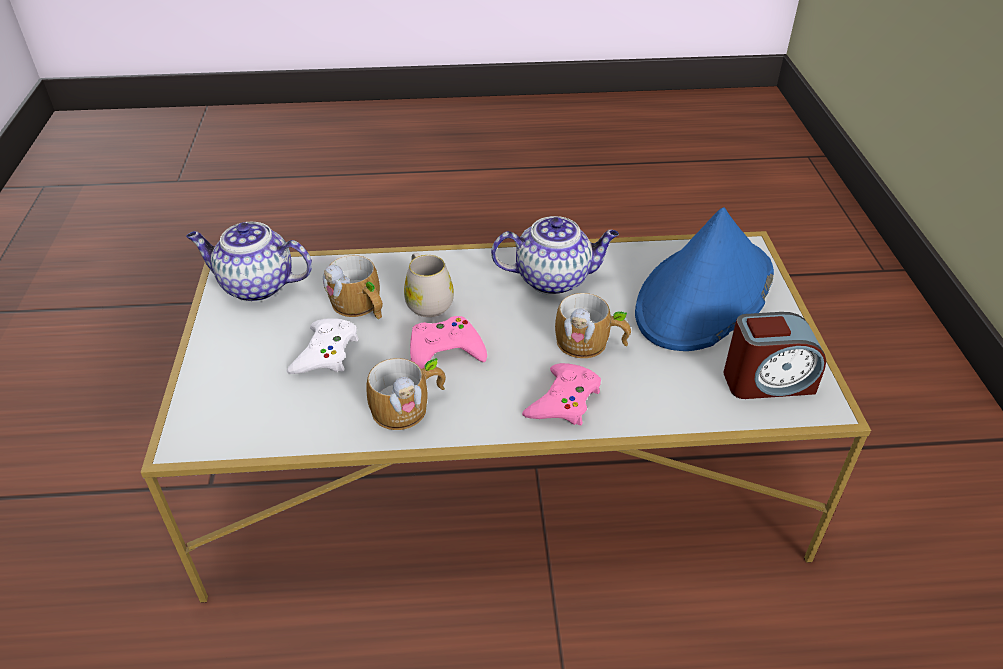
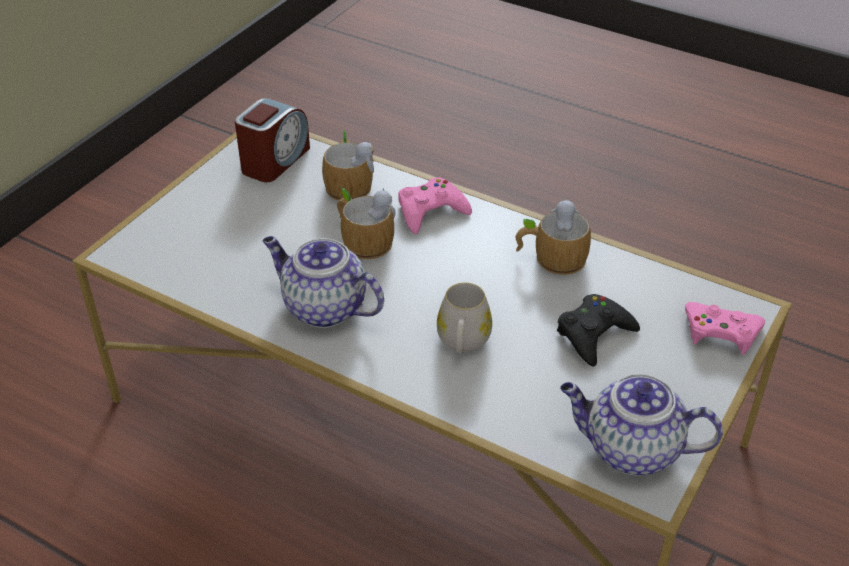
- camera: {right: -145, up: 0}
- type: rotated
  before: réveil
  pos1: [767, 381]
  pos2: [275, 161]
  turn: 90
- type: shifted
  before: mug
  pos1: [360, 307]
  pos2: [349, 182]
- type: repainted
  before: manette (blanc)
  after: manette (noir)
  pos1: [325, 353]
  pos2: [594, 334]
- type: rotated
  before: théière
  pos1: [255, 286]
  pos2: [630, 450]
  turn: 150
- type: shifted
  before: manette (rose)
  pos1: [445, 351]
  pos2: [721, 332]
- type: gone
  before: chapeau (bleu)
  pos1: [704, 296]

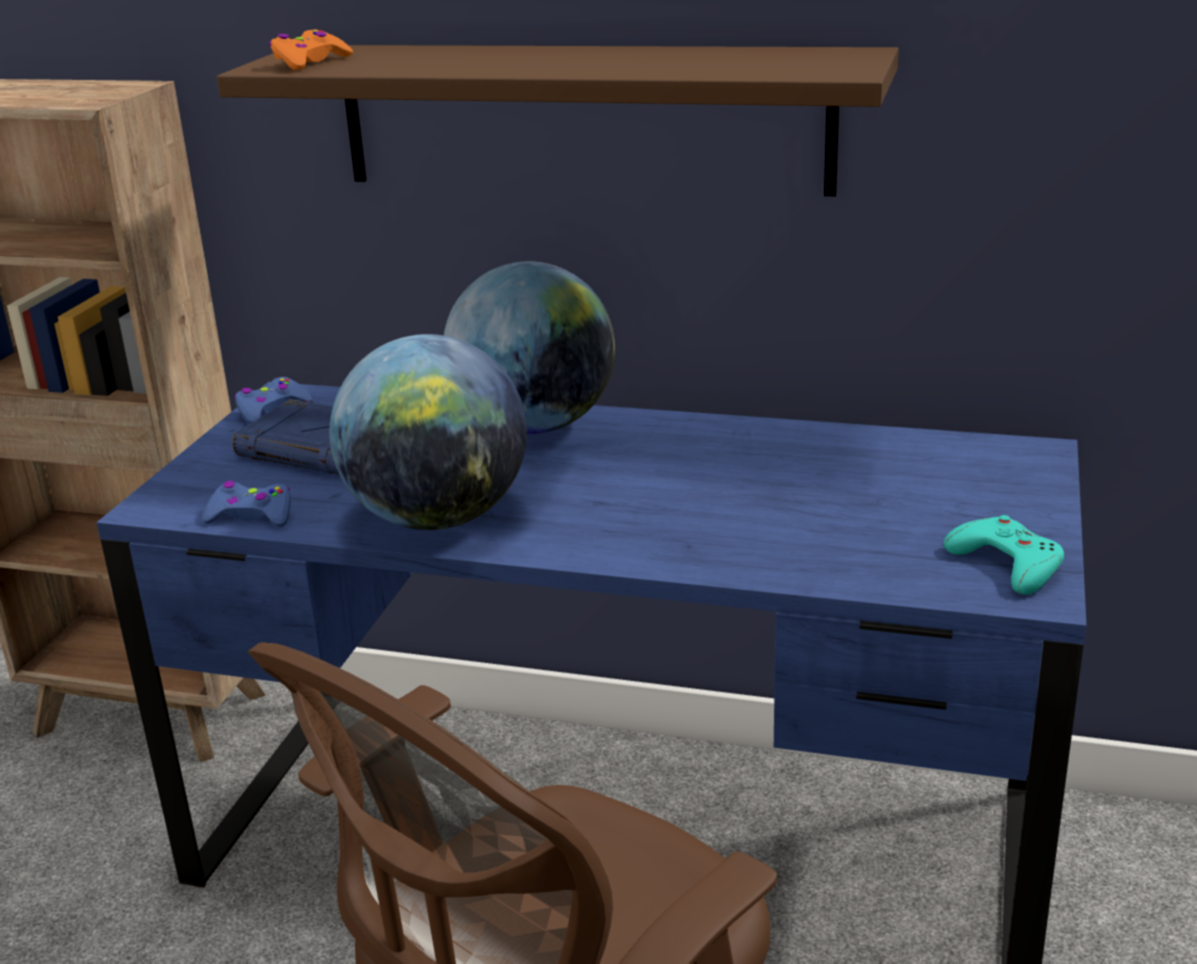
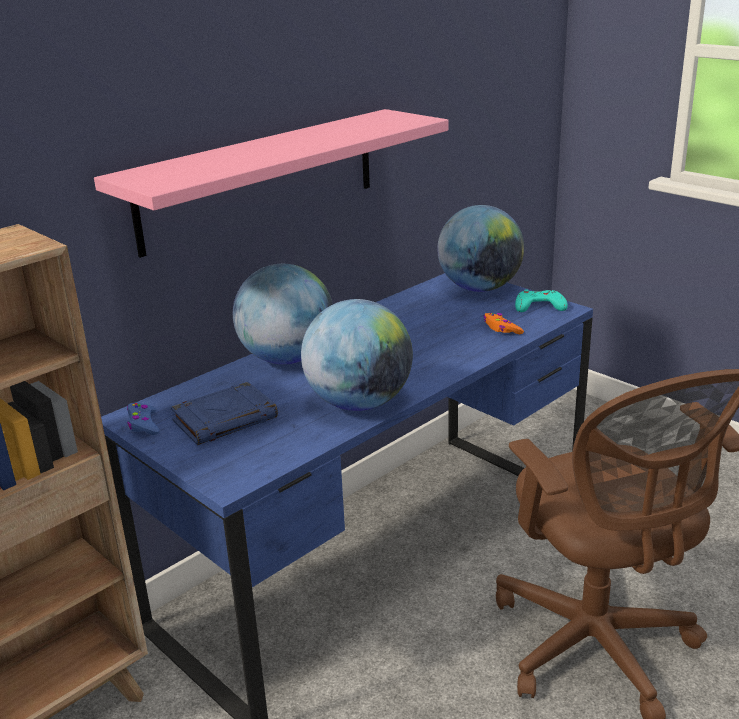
- camera: {right: -60, up: 0}
- type: repainted
  before: étagère (marron)
  after: étagère (rose)
  pos1: [582, 118]
  pos2: [261, 179]
- type: new
  after: globe
  pos2: [479, 288]
- type: shifted
  before: manette (orange)
  pos1: [310, 62]
  pos2: [501, 329]
- type: gone
  before: manette (bleu)
  pos1: [251, 516]

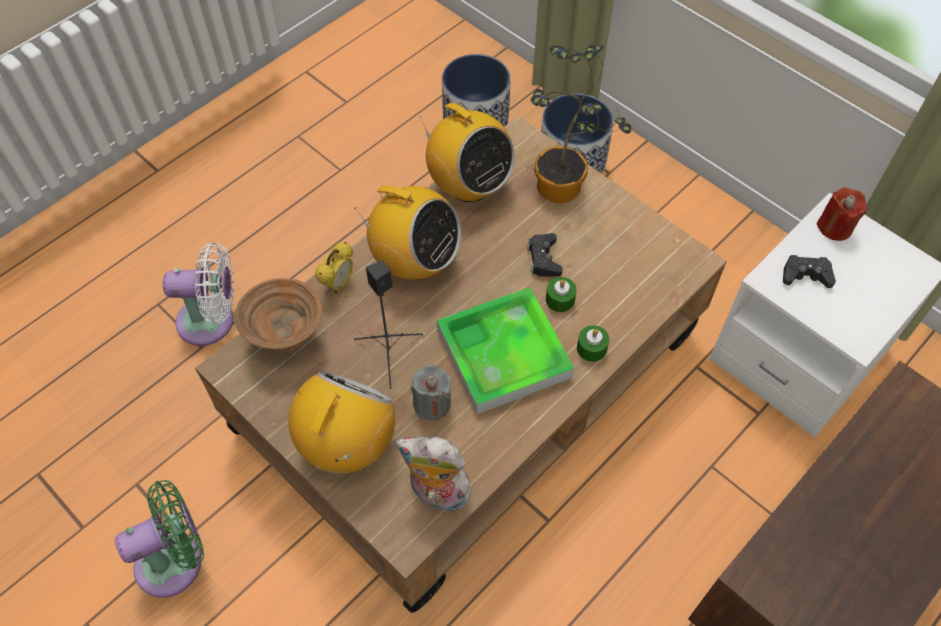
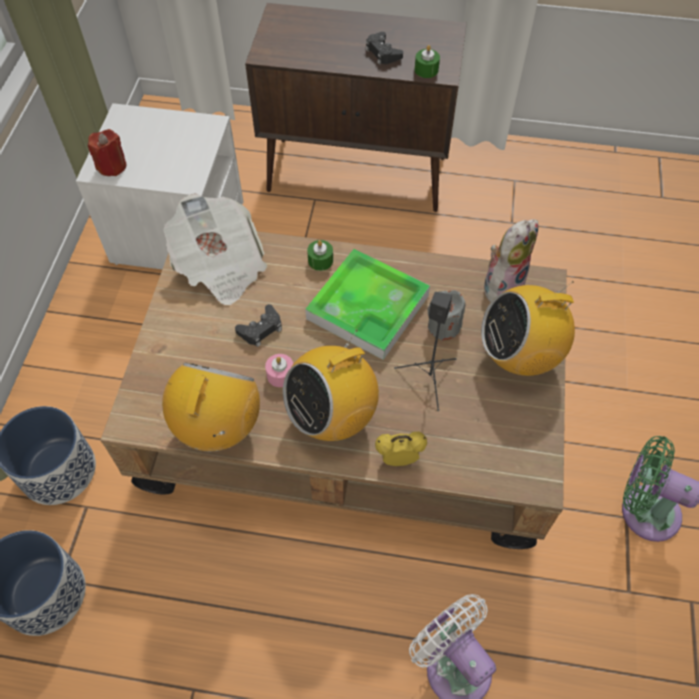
- camera: {right: -125, up: 0}
- type: new
  after: journal
  pos2: [220, 266]
- type: new
  after: bougie (rose)
  pos2: [280, 375]
- type: rotated
  before: radio
  pos1: [415, 262]
  pos2: [332, 416]
  turn: -120
- type: shifted
  before: manette (noir)
  pos1: [805, 275]
  pos2: [382, 53]
- type: shifted
  before: bougie (vert)
  pos1: [560, 299]
  pos2: [426, 70]
- type: rotated
  before: peluche
  pos1: [437, 494]
  pos2: [502, 285]
  turn: -120
- type: gone
  before: bol (marron)
  pos1: [285, 339]
- type: gone
  before: plante en pot
  pos1: [565, 189]

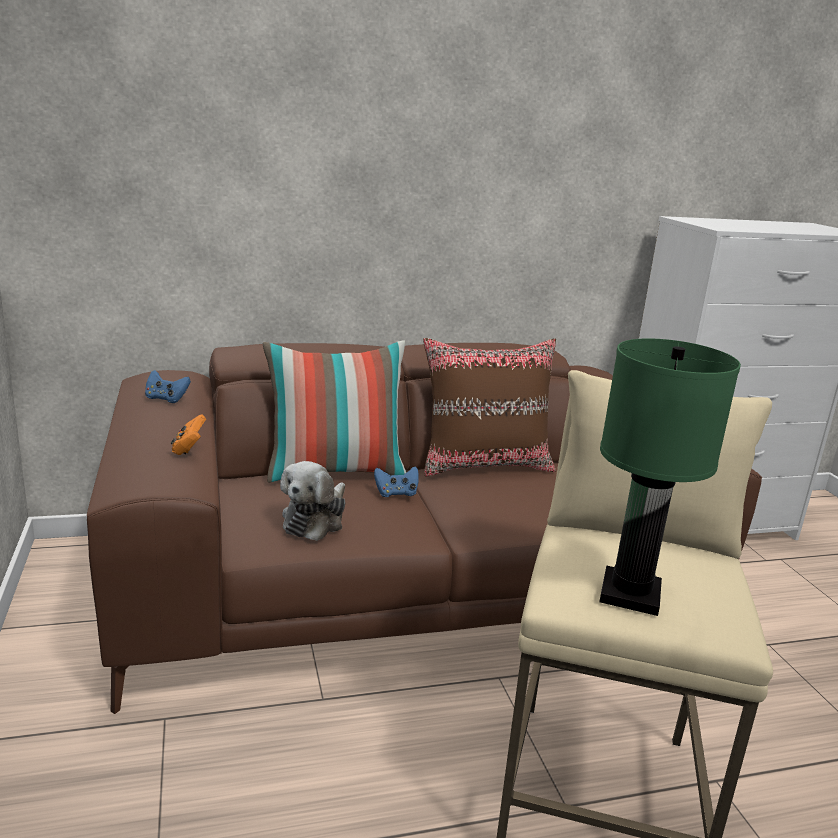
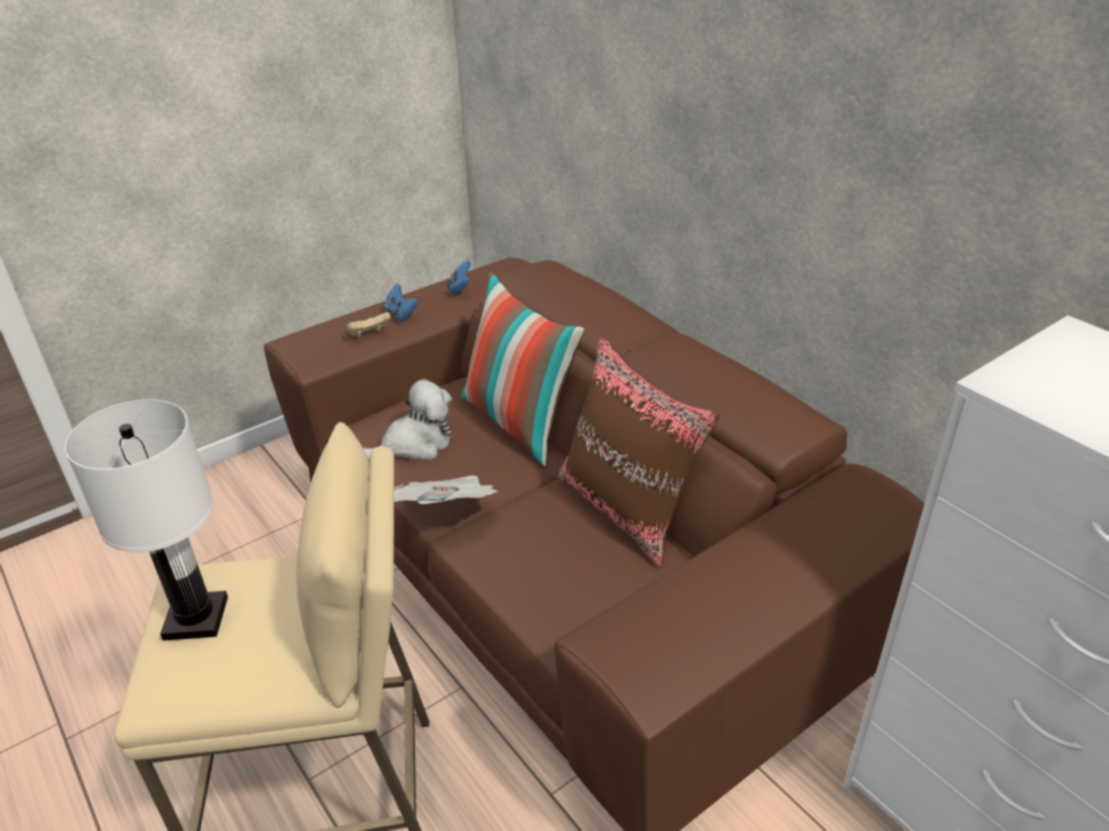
- camera: {right: 70, up: 15}
- type: repainted
  before: lampe de table (vert)
  after: lampe de table (blanc)
  pos1: [631, 595]
  pos2: [195, 619]
- type: repainted
  before: manette (orange)
  after: manette (beige)
  pos1: [189, 449]
  pos2: [369, 334]
- type: rotated
  before: peluche
  pos1: [315, 520]
  pos2: [415, 444]
  turn: 150
- type: shifted
  before: manette (bleu)
  pos1: [396, 493]
  pos2: [401, 314]
- type: new
  after: journal
  pos2: [447, 512]

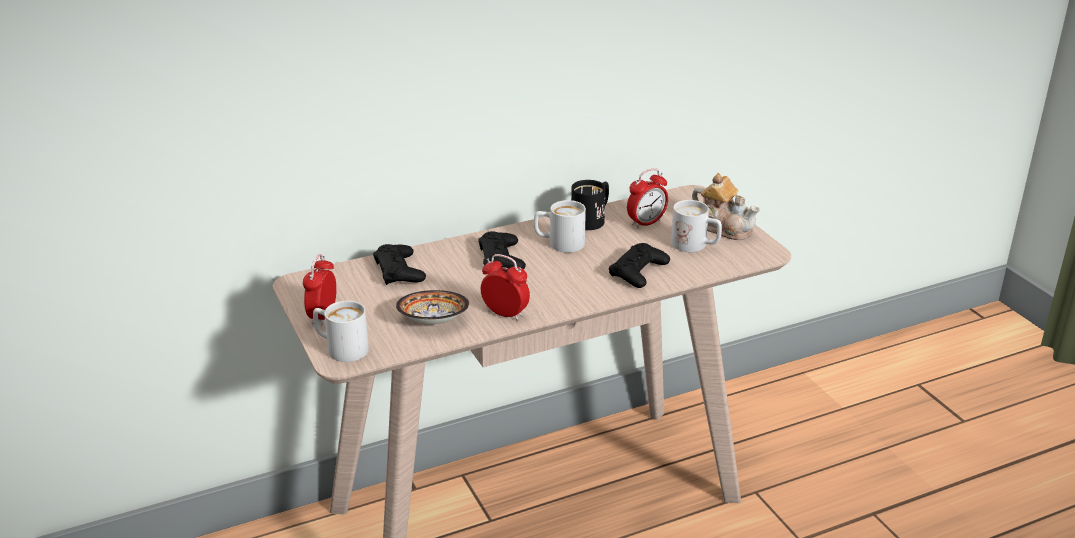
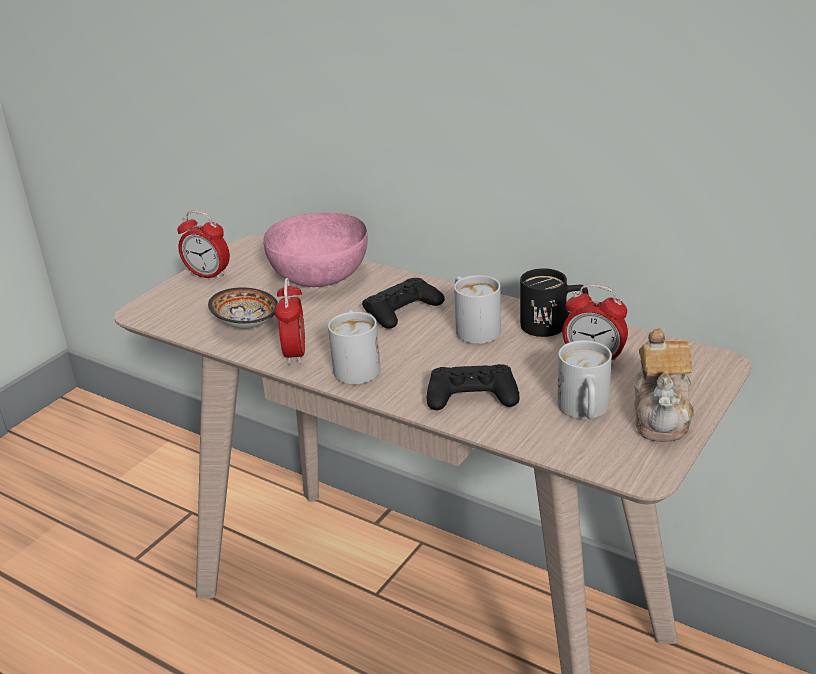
- camera: {right: 60, up: 0}
- type: rotated
  before: réveil
  pos1: [323, 316]
  pos2: [208, 275]
  turn: -135
- type: swapped
  before: manette (noir)
  after: bol (rose)
  pos1: [399, 271]
  pos2: [320, 275]
- type: shifted
  before: mug (blanc)
  pos1: [340, 348]
  pos2: [356, 365]

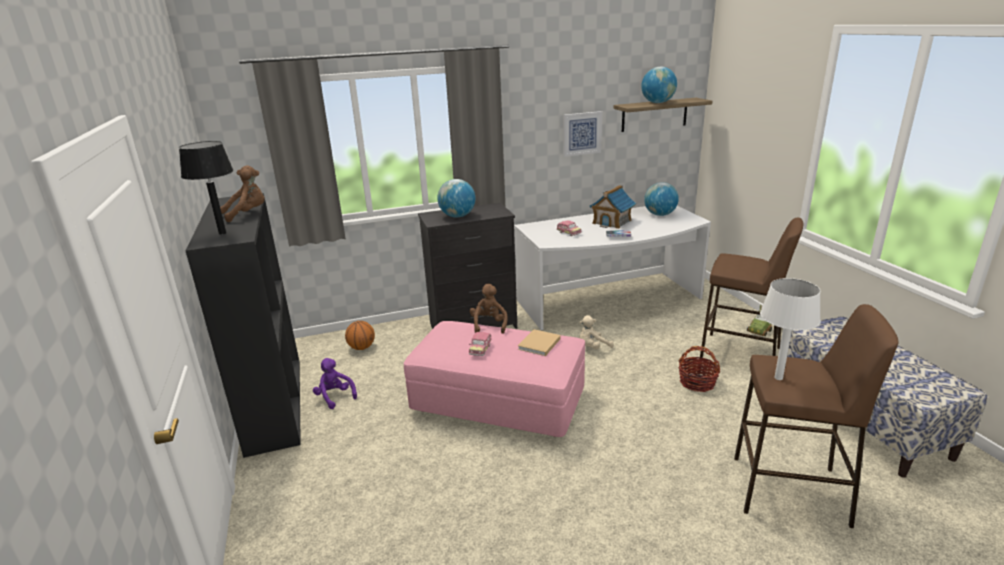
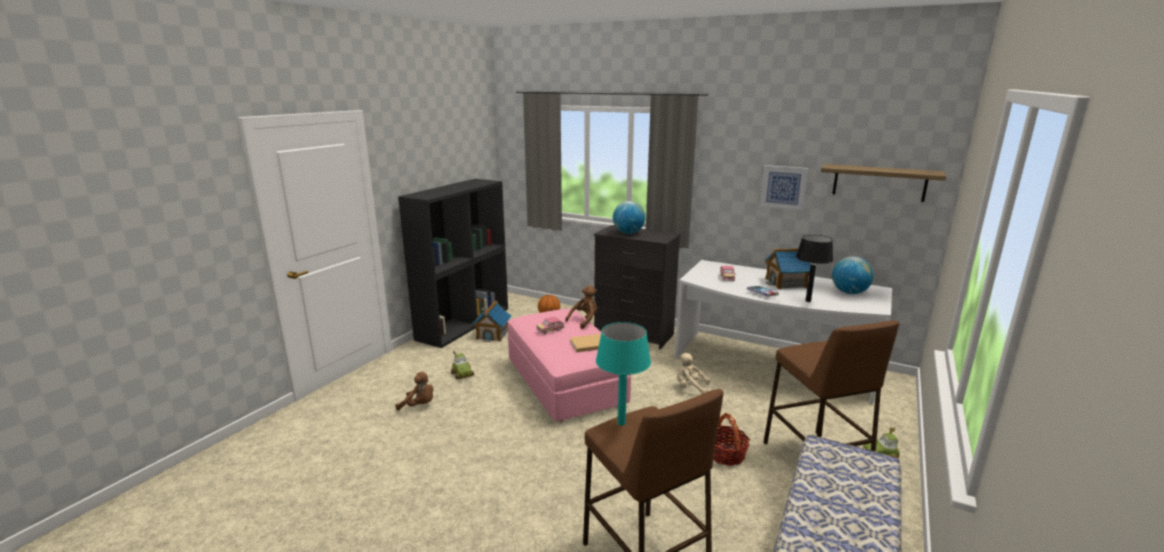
- camera: {right: 45, up: -5}
- type: shifted
  before: peluche (marron)
  pos1: [247, 214]
  pos2: [419, 405]
- type: new
  after: petite voiture
  pos2: [463, 374]
- type: swapped
  before: peluche (violet)
  after: maison miniature
  pos1: [335, 397]
  pos2: [492, 334]
- type: repainted
  before: lampe de table (blanc)
  after: lampe de table (turquoise)
  pos1: [778, 377]
  pos2: [621, 423]
- type: shifted
  before: lampe de table (noir)
  pos1: [223, 233]
  pos2: [808, 301]
- type: gone
  before: globe
  pos1: [657, 103]

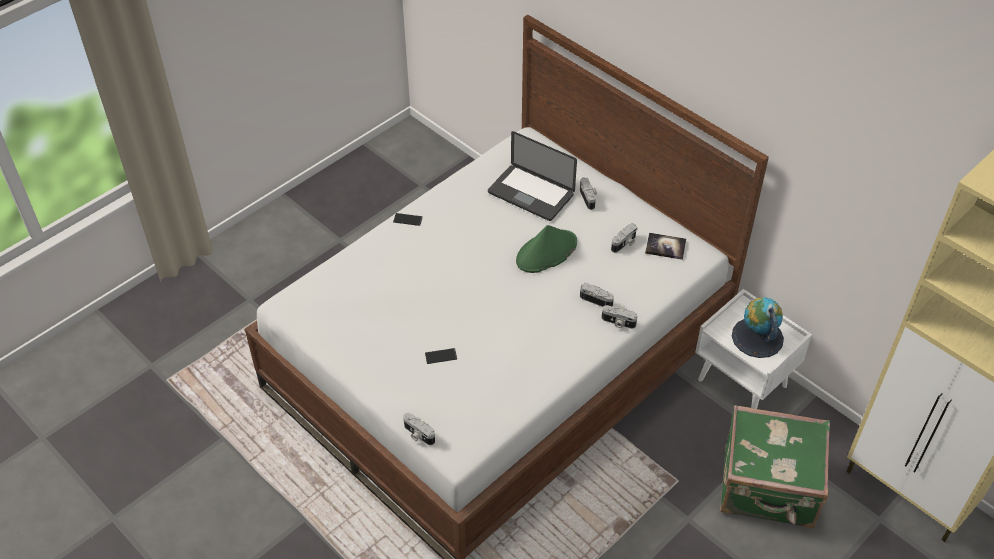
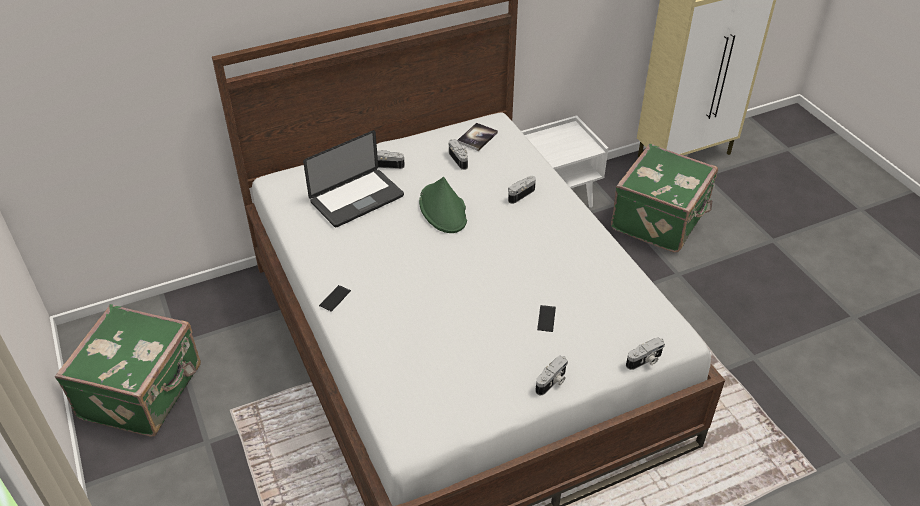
- camera: {right: -70, up: -5}
- type: new
  after: valise (vert)
  pos2: [143, 392]
- type: shifted
  before: appareil photo
  pos1: [618, 323]
  pos2: [552, 382]
- type: gone
  before: globe
  pos1: [757, 337]

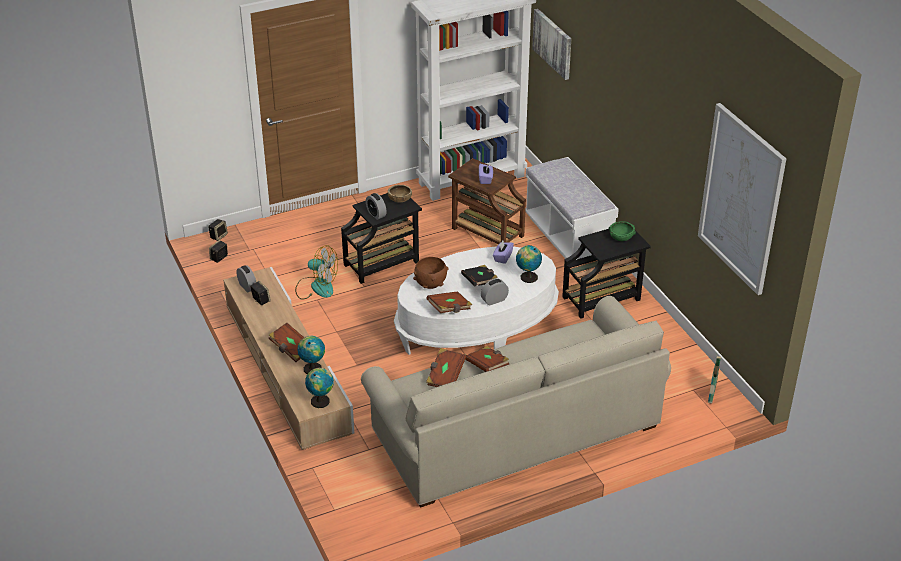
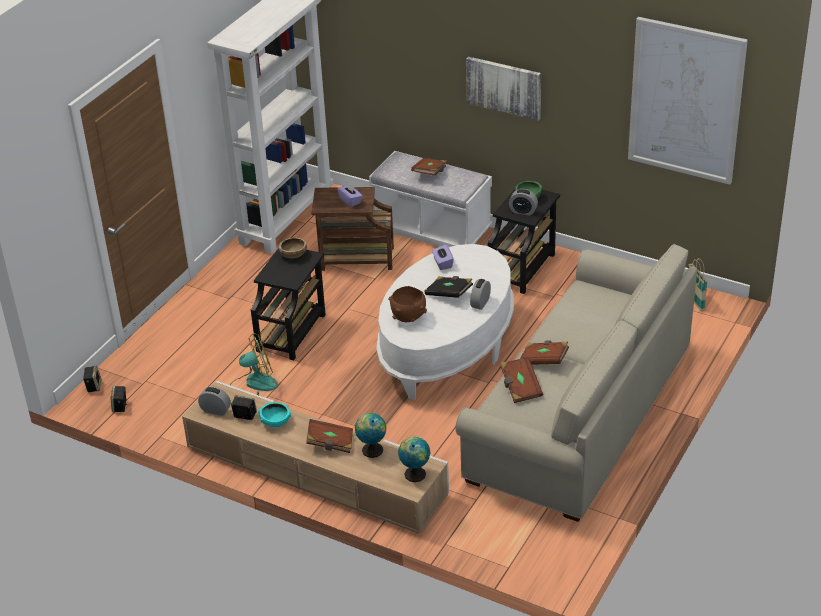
- camera: {right: -35, up: 0}
- type: new
  after: bol (turquoise)
  pos2: [275, 421]
- type: shifted
  before: livre (marron)
  pos1: [449, 309]
  pos2: [430, 173]
- type: shifted
  before: tableau
  pos1: [553, 43]
  pos2: [504, 87]
- type: shifted
  before: réveil
  pos1: [376, 214]
  pos2: [523, 211]
- type: gone
  before: globe
  pos1: [527, 277]

